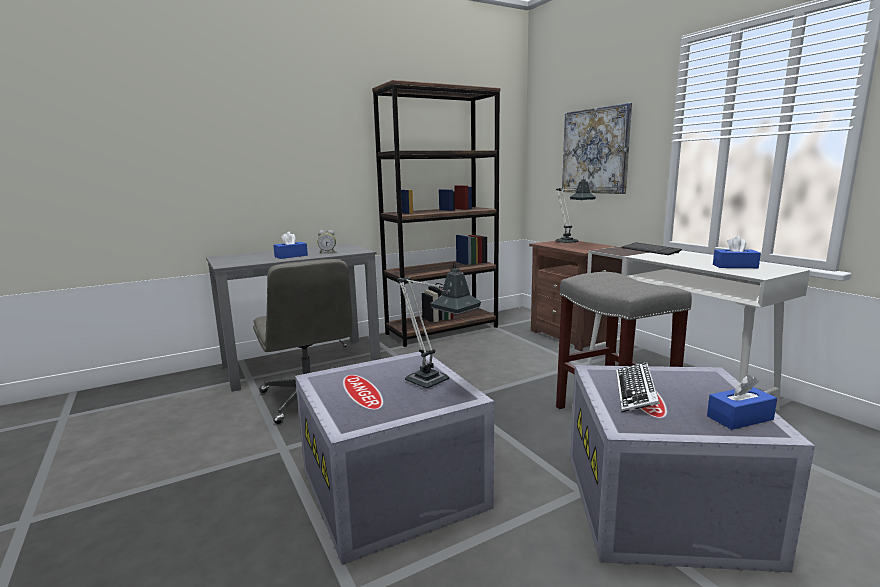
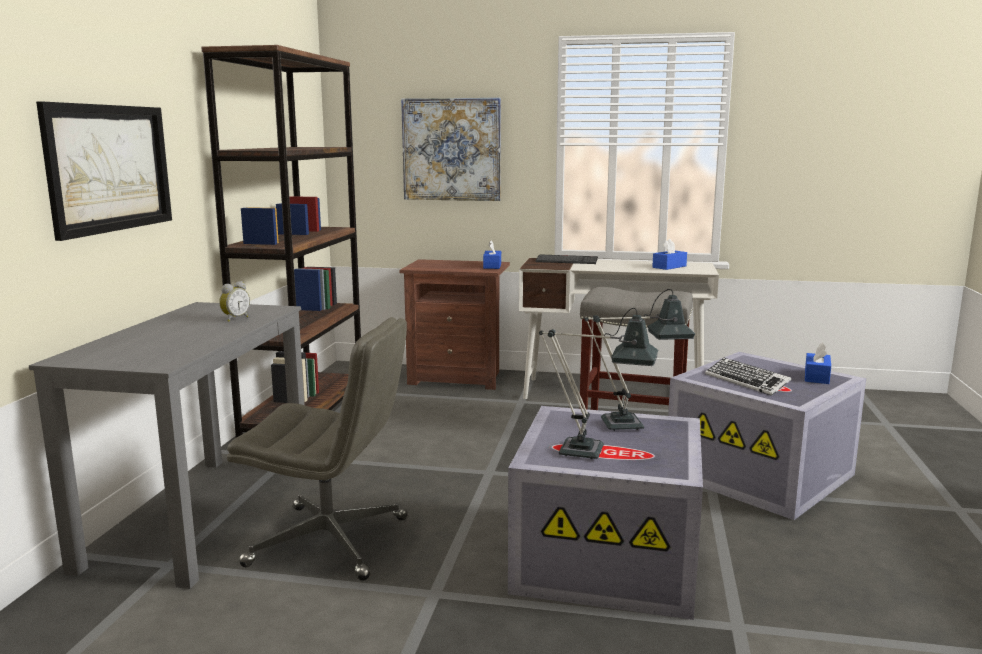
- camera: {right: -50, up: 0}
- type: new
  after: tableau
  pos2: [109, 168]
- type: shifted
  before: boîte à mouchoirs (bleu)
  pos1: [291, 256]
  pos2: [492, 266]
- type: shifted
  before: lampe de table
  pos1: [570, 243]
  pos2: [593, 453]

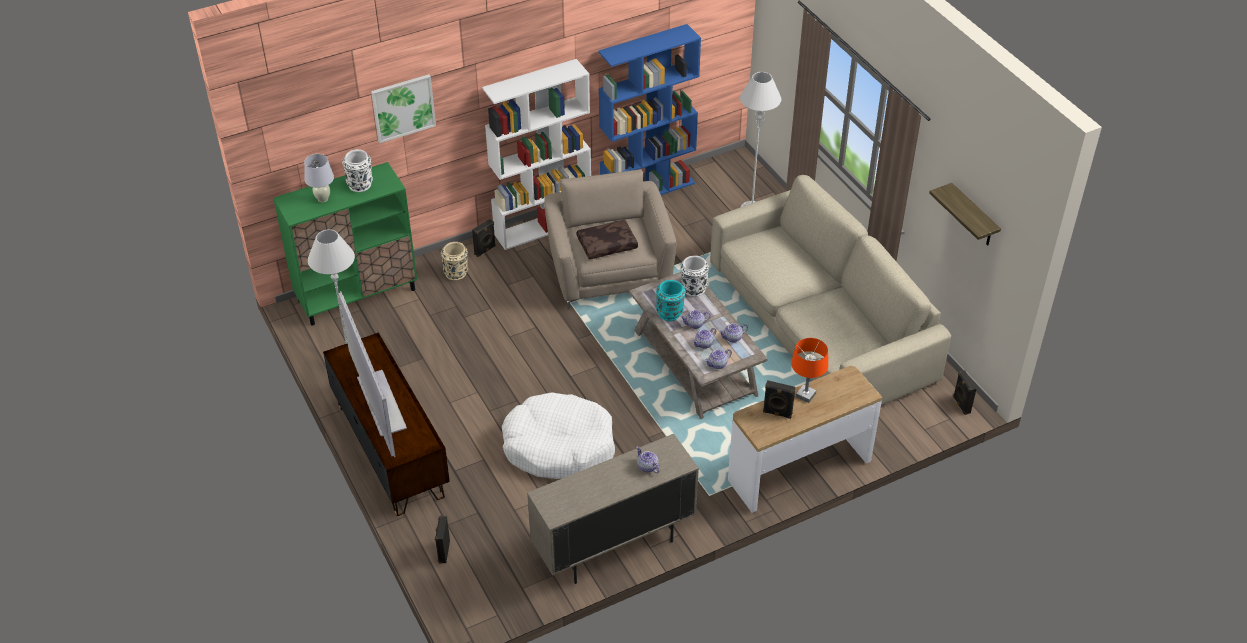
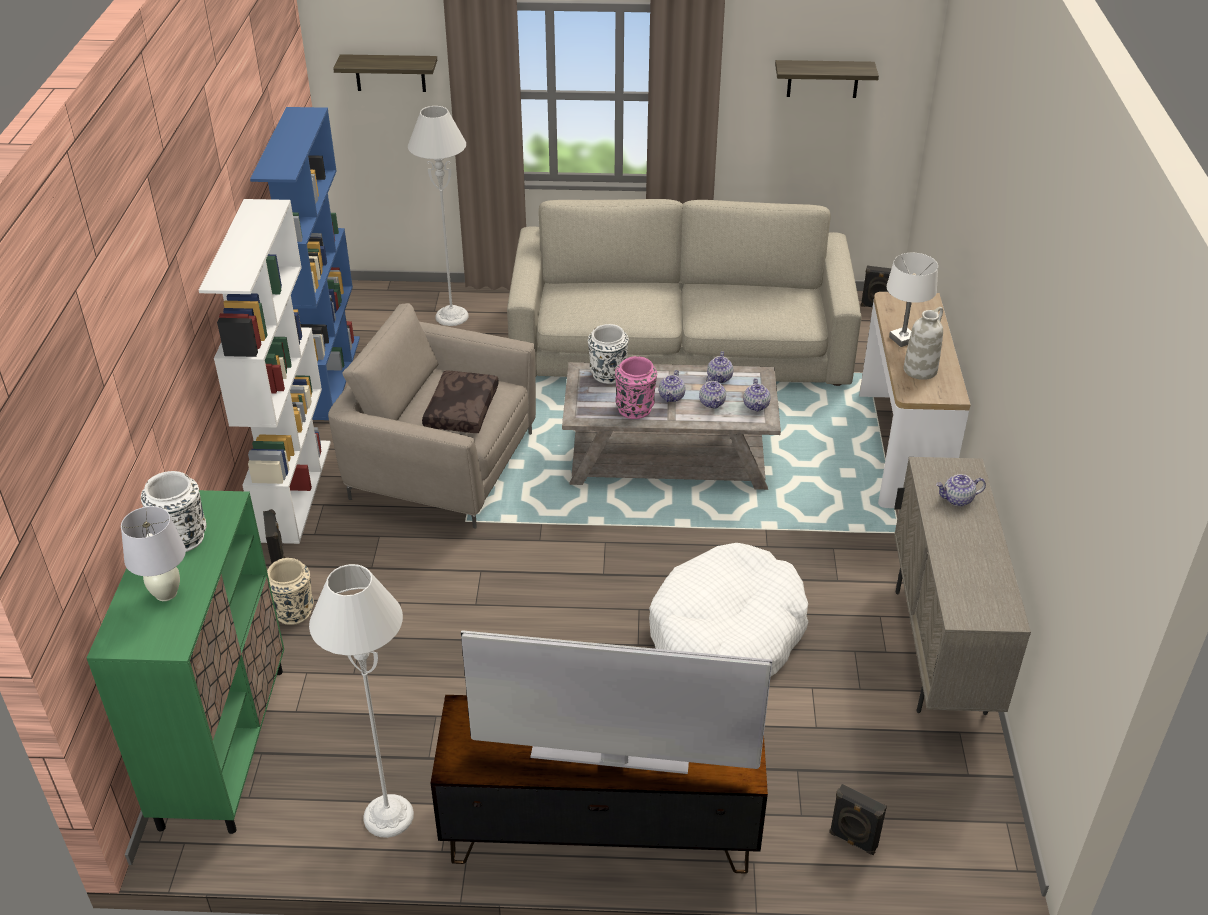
- camera: {right: -60, up: -5}
- type: new
  after: étagère
  pos2: [390, 73]
- type: repainted
  before: vase (turquoise)
  after: vase (rose)
  pos1: [670, 313]
  pos2: [635, 408]
- type: repainted
  before: lampe de table (orange)
  after: lampe de table (blanc)
  pos1: [806, 395]
  pos2: [903, 339]
- type: swapped
  before: enceinte (noir)
  after: vase (blanc)
  pos1: [777, 413]
  pos2: [920, 369]
- type: gone
  before: tableau
  pos1: [403, 107]

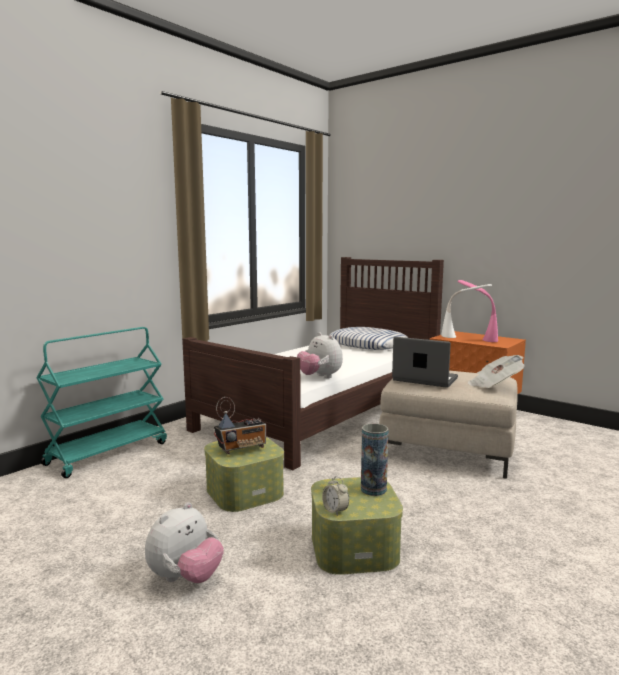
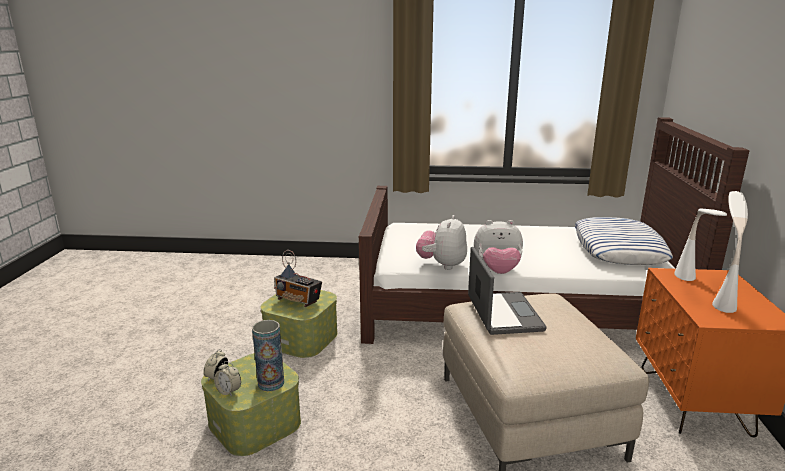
- camera: {right: 55, up: 10}
- type: new
  after: réveil
  pos2: [229, 391]
- type: shifted
  before: peluche
  pos1: [185, 578]
  pos2: [497, 271]
- type: repainted
  before: lampe de table (rose)
  after: lampe de table (blanc)
  pos1: [475, 337]
  pos2: [720, 293]
- type: gone
  before: chariot (turquoise)
  pos1: [108, 453]
- type: gone
  before: journal
  pos1: [494, 385]

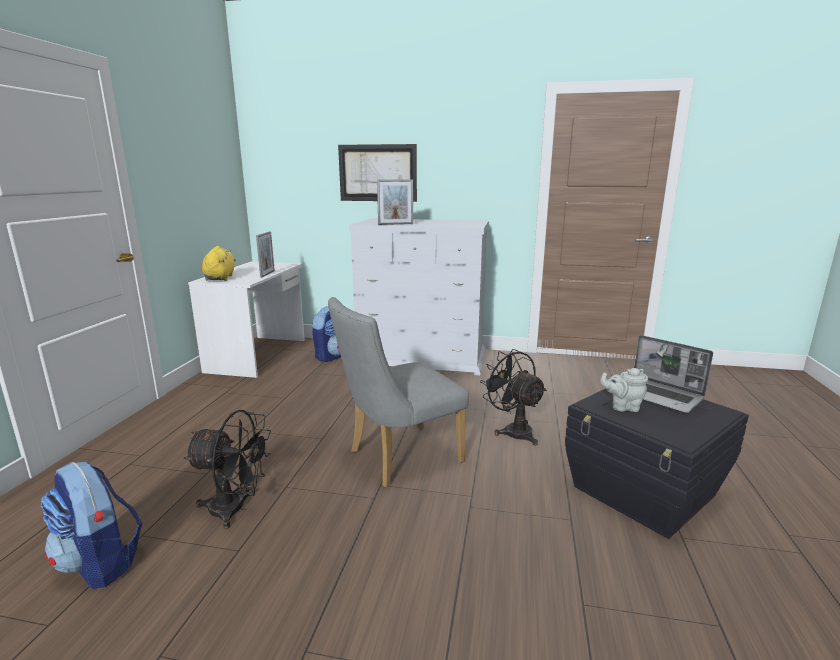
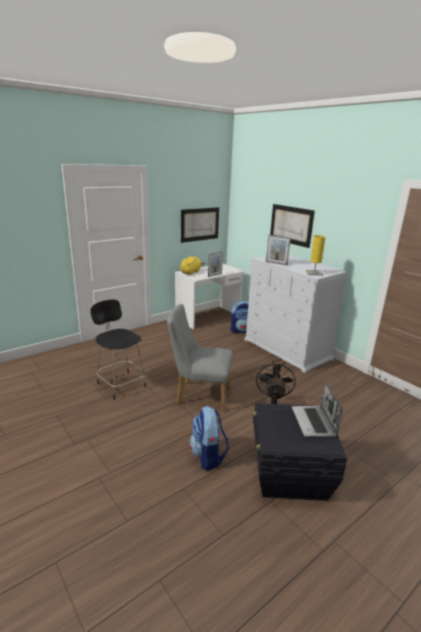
- camera: {right: 40, up: 5}
- type: swapped
  before: ventilateur (noir)
  after: chaise (noir)
  pos1: [236, 509]
  pos2: [120, 384]
- type: new
  after: tableau
  pos2: [200, 224]
- type: shifted
  before: sac à dos
  pos1: [101, 563]
  pos2: [208, 456]
- type: new
  after: lampe de table (jaune)
  pos2: [314, 273]
- type: gone
  before: théière (gris)
  pos1: [622, 407]

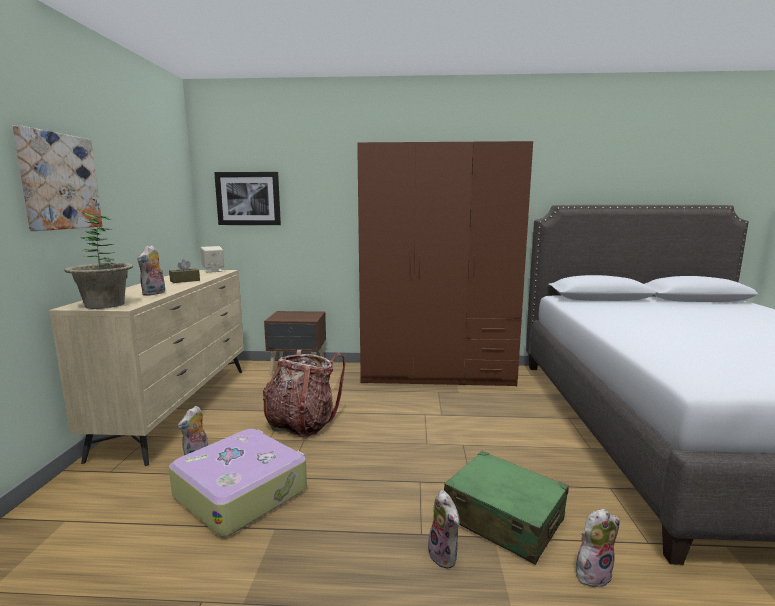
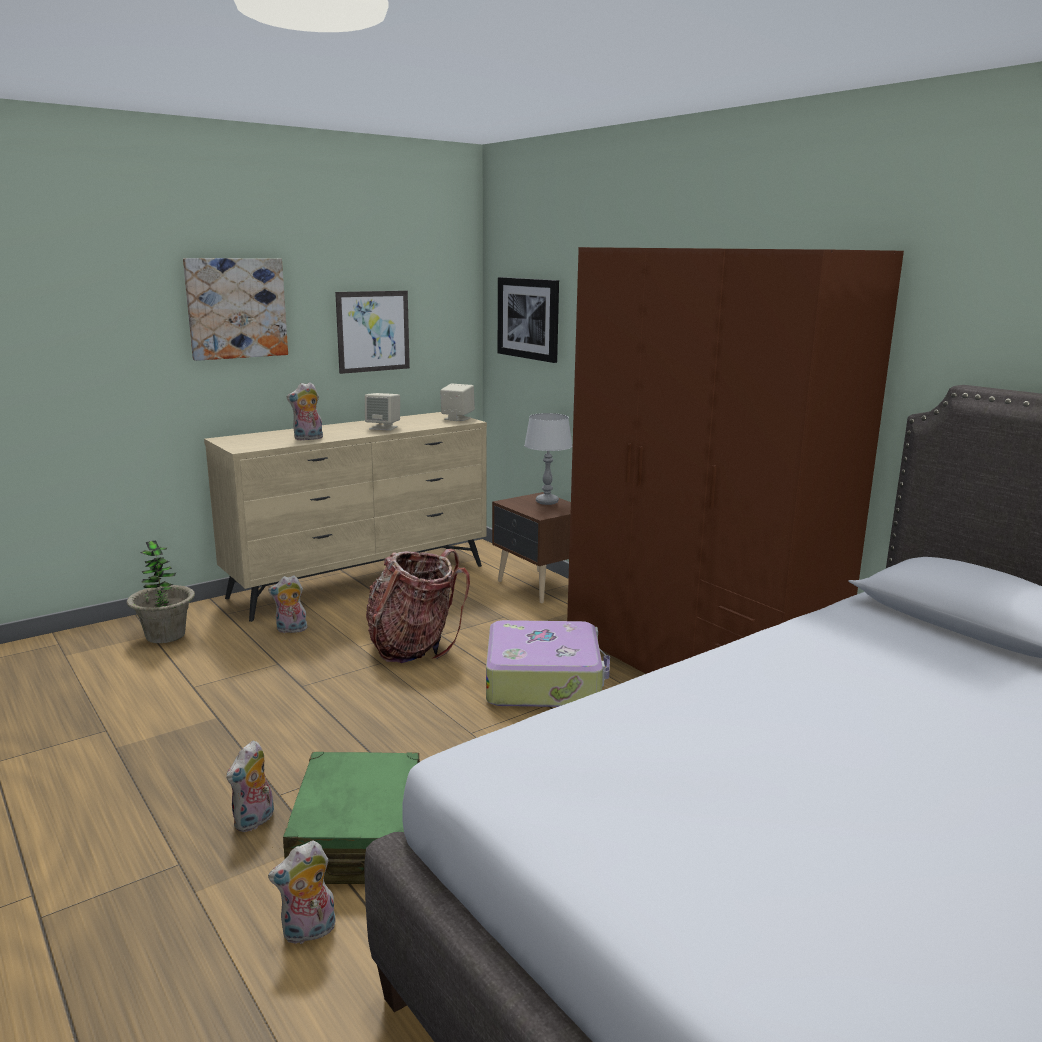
- camera: {right: 50, up: 5}
- type: shifted
  before: plante en pot
  pos1: [105, 305]
  pos2: [165, 635]
- type: rotated
  before: peluche
  pos1: [593, 573]
  pos2: [308, 933]
  turn: 120
- type: new
  after: tableau
  pos2: [373, 331]
- type: swapped
  before: boîte à mouchoirs (marron)
  after: enceinte (beige)
  pos1: [185, 281]
  pos2: [383, 428]
- type: shifted
  before: valise
  pos1: [241, 491]
  pos2: [544, 680]
- type: new
  after: lampe de table (gris)
  pos2: [547, 502]

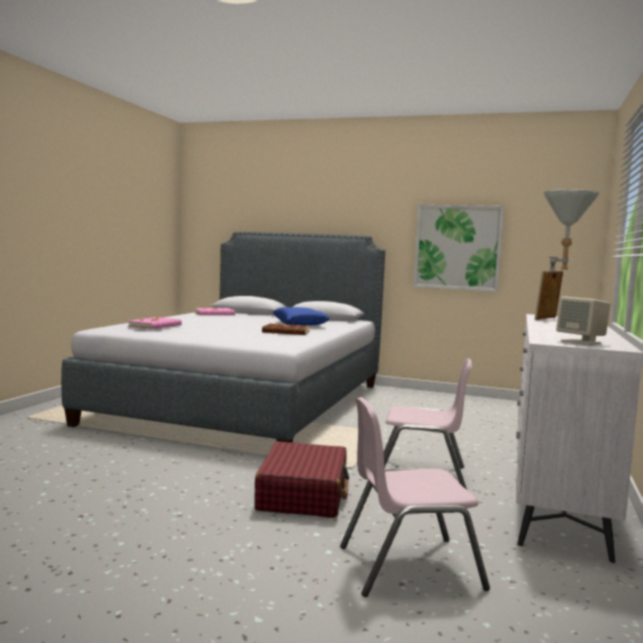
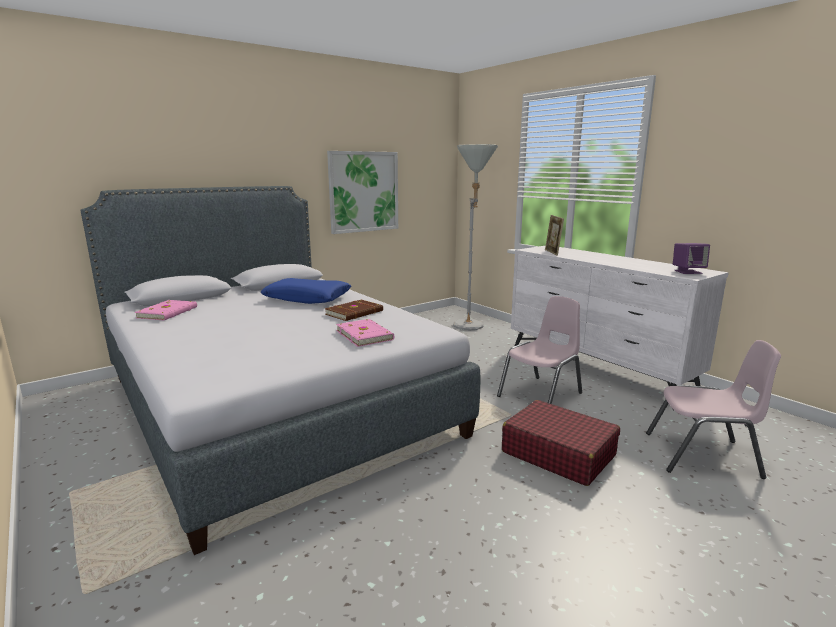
- camera: {right: -55, up: 10}
- type: shifted
  before: livre (rose)
  pos1: [156, 326]
  pos2: [365, 335]
- type: rotated
  before: chaise (rose)
  pos1: [408, 566]
  pos2: [702, 456]
  turn: -105
- type: repainted
  before: enceinte (beige)
  after: enceinte (violet)
  pos1: [581, 342]
  pos2: [688, 272]

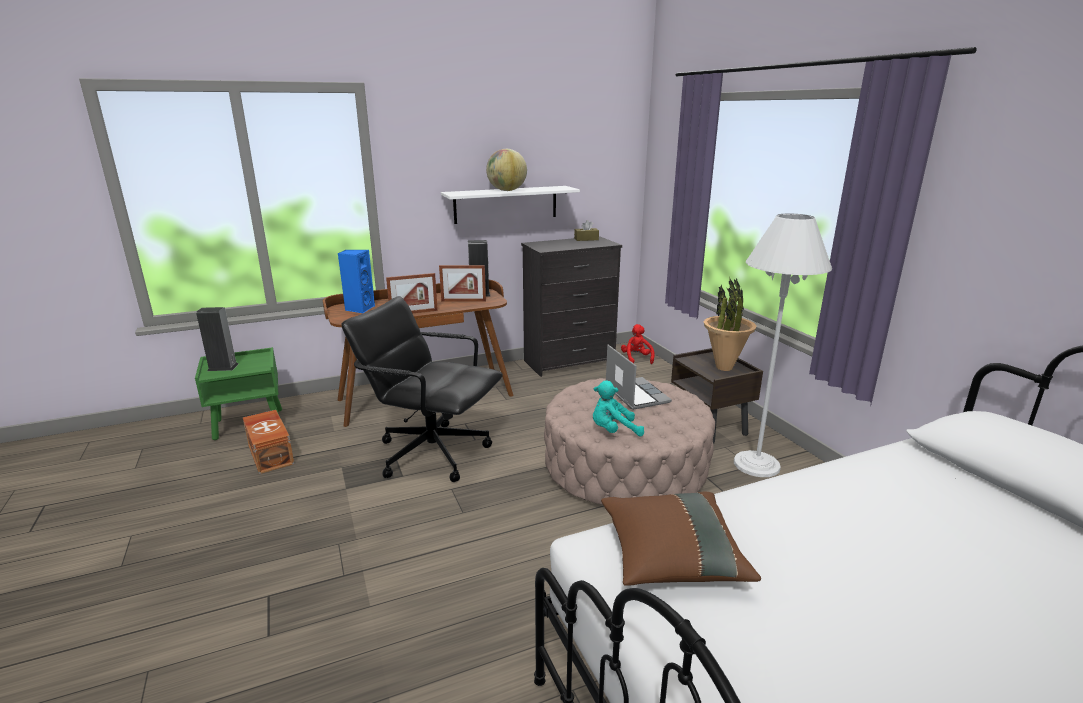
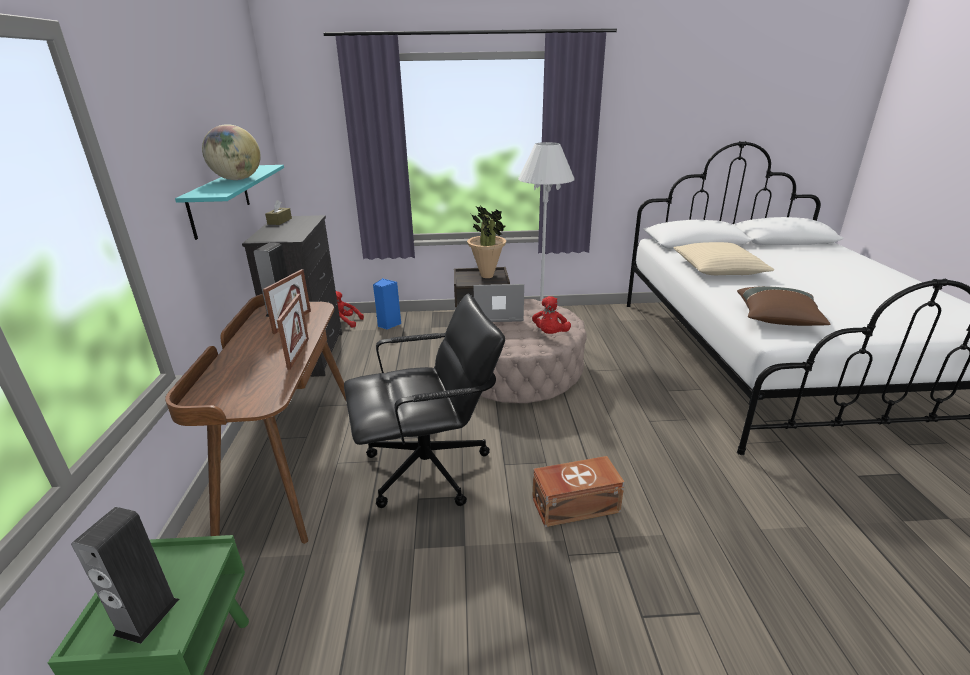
- camera: {right: -70, up: 5}
- type: repainted
  before: étagère (blanc)
  after: étagère (turquoise)
  pos1: [506, 204]
  pos2: [220, 200]
- type: rotated
  before: chaise de bureau (noir)
  pos1: [432, 452]
  pos2: [429, 469]
  turn: -150
- type: shifted
  before: enceinte (bleu)
  pos1: [359, 309]
  pos2: [388, 324]
- type: repainted
  before: peluche (turquoise)
  after: peluche (rouge)
  pos1: [613, 431]
  pos2: [550, 334]
- type: shifted
  before: boîte de rangement (marron)
  pos1: [271, 453]
  pos2: [574, 504]
- type: new
  after: coussin (beige)
  pos2: [718, 269]

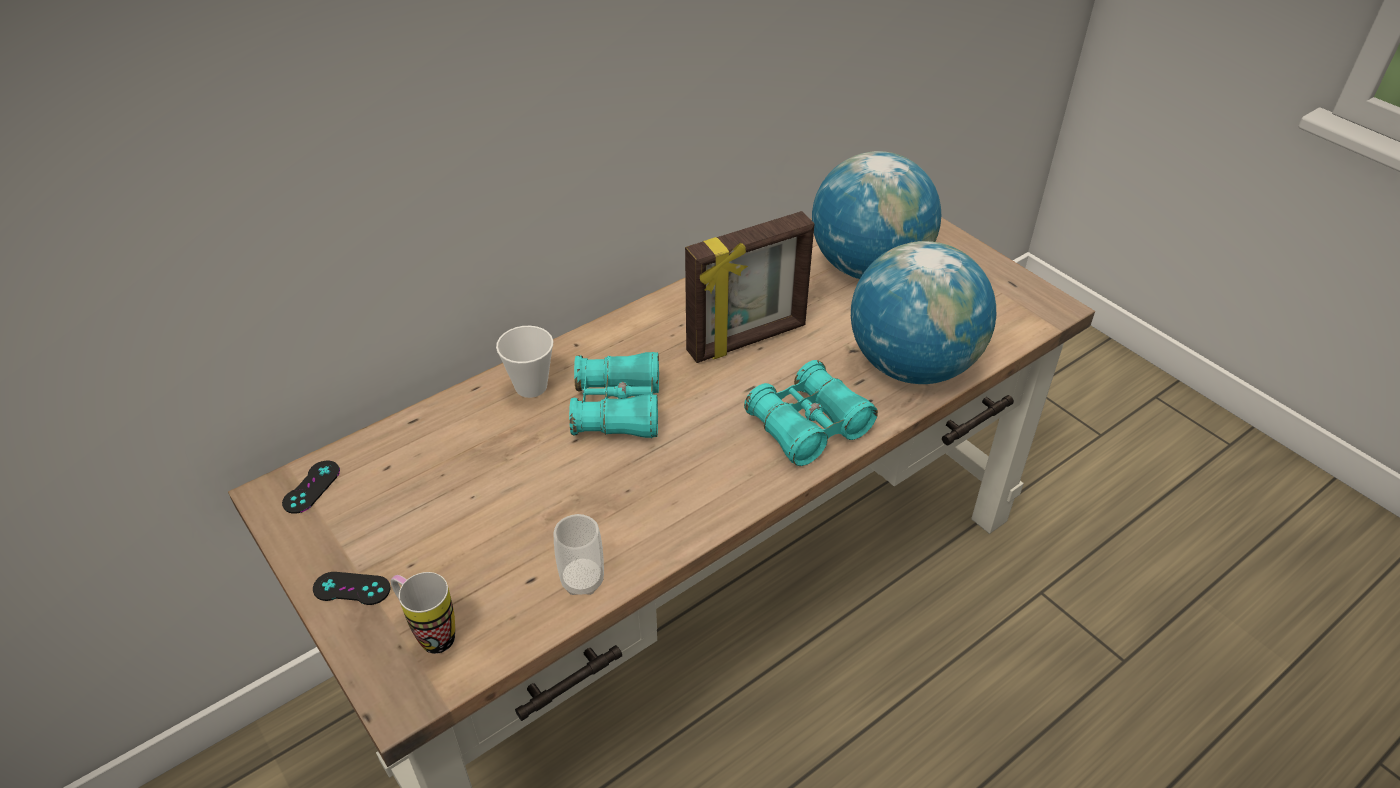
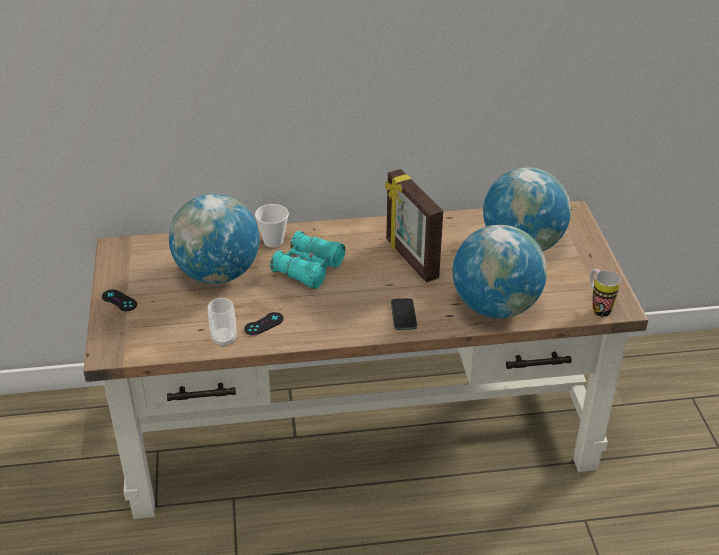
- camera: {right: 30, up: -5}
- type: new
  after: globe
  pos2: [217, 273]
- type: shifted
  before: manette (noir)
  pos1: [311, 487]
  pos2: [264, 324]
- type: rotated
  before: cadre photo
  pos1: [747, 340]
  pos2: [410, 259]
  turn: 60
- type: swapped
  before: jumelles (turquoise)
  after: téléphone
  pos1: [808, 426]
  pos2: [403, 315]
- type: shifted
  before: mug
  pos1: [429, 633]
  pos2: [597, 307]

